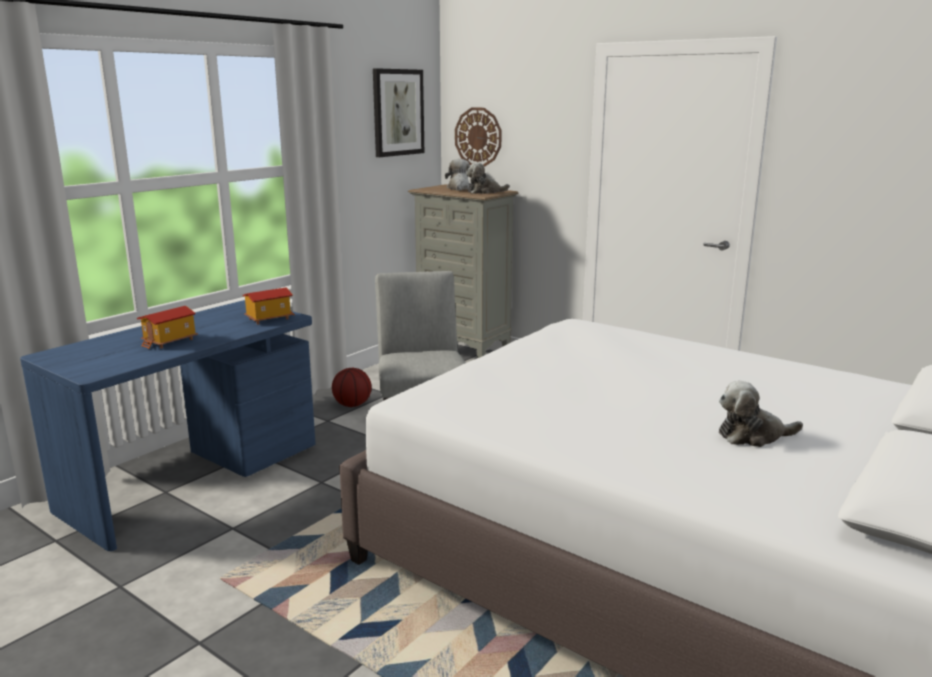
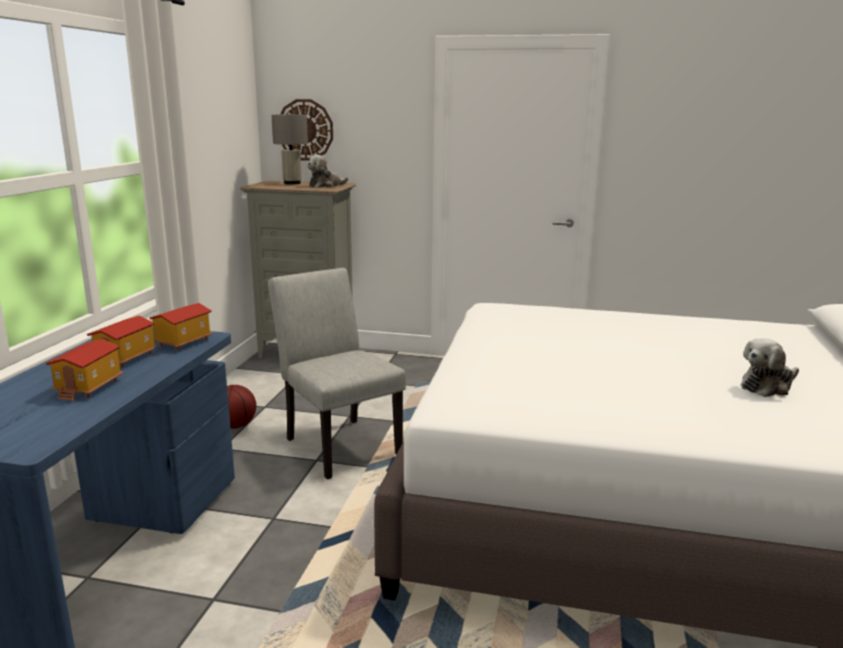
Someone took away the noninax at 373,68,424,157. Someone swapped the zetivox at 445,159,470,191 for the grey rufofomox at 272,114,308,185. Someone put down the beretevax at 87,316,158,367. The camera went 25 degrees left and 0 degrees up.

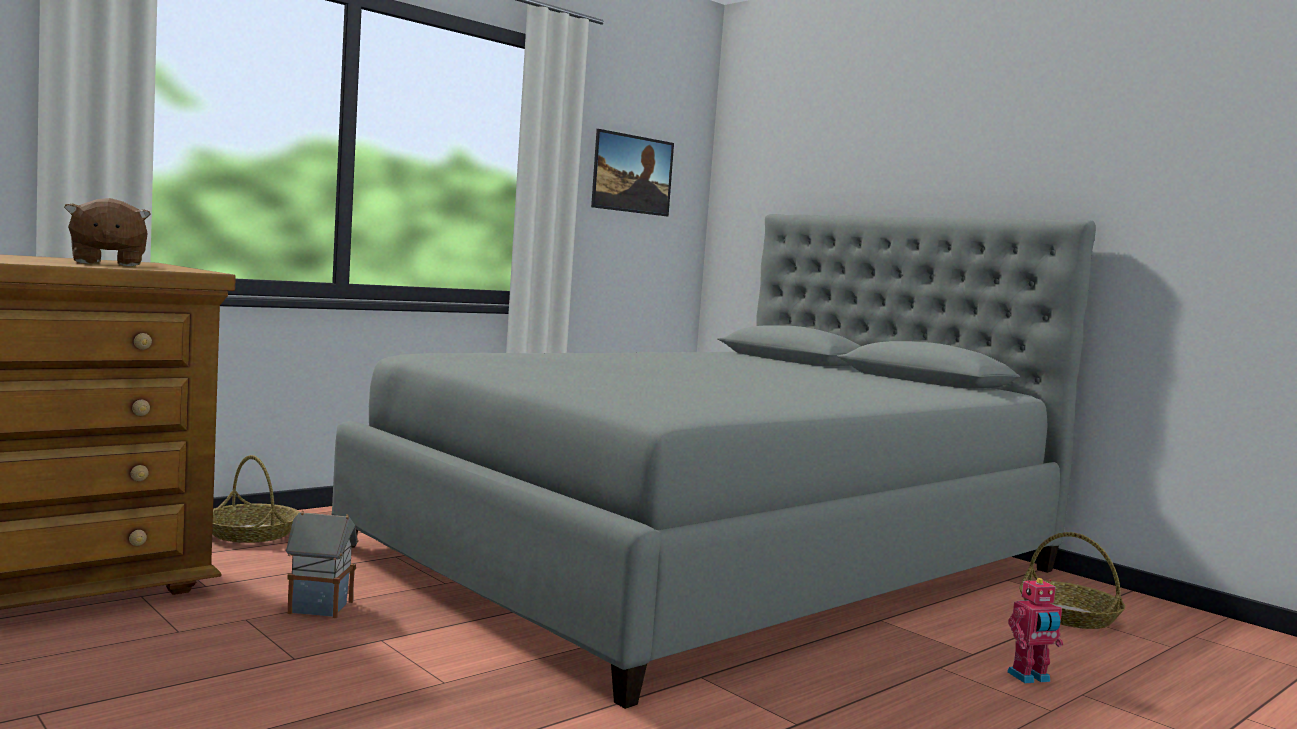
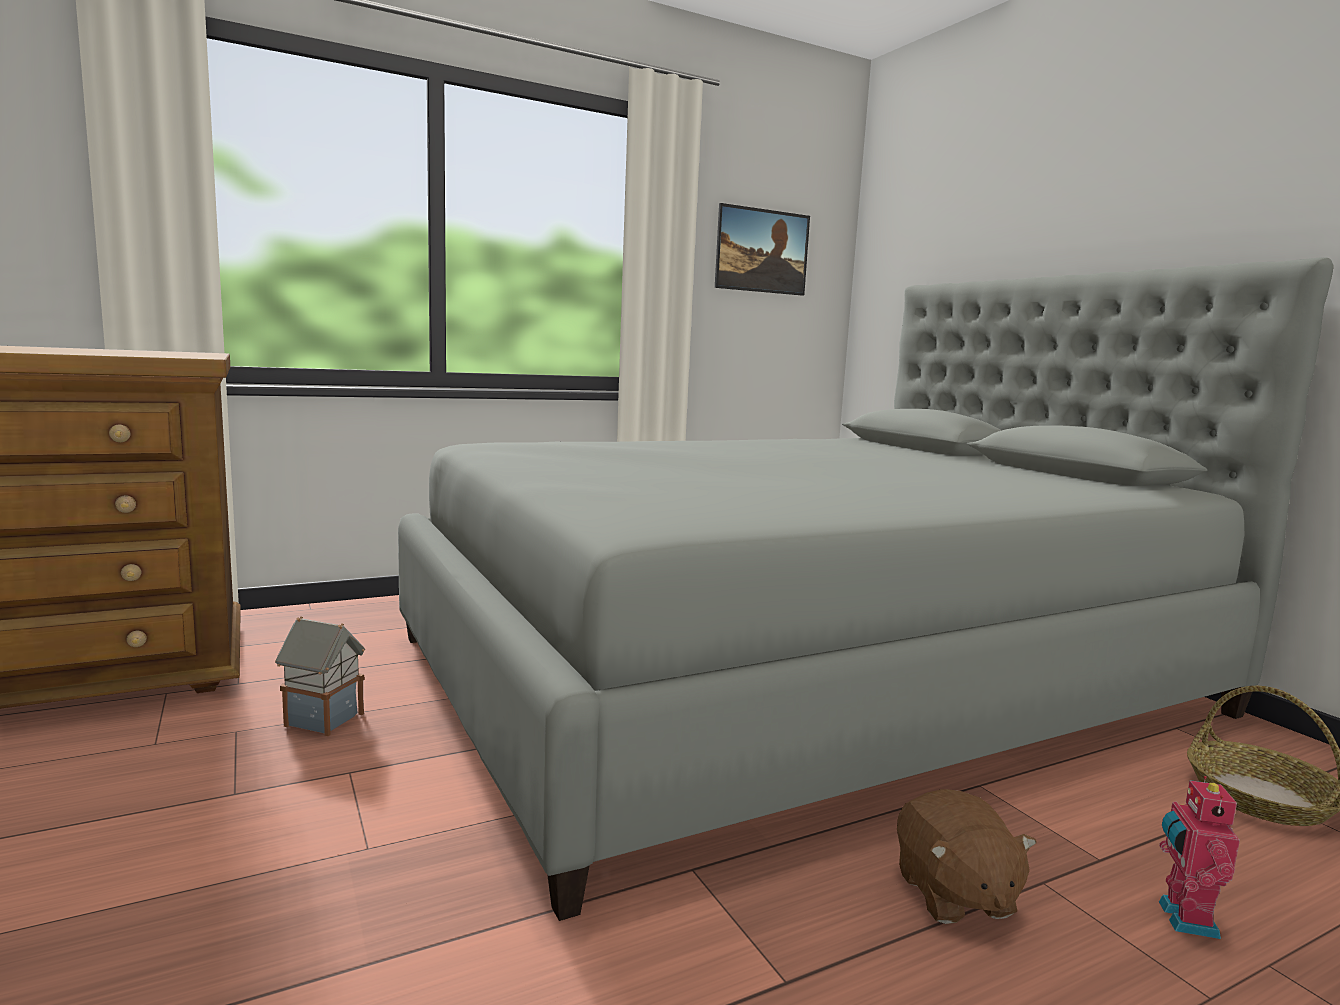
Someone carried the brown zetivox from 64,198,151,266 to 897,789,1037,924. Someone took away the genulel at 212,455,300,543. Someone rotated the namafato at 1007,578,1063,683 by 105 degrees clockwise. The camera went 15 degrees right and 5 degrees up.

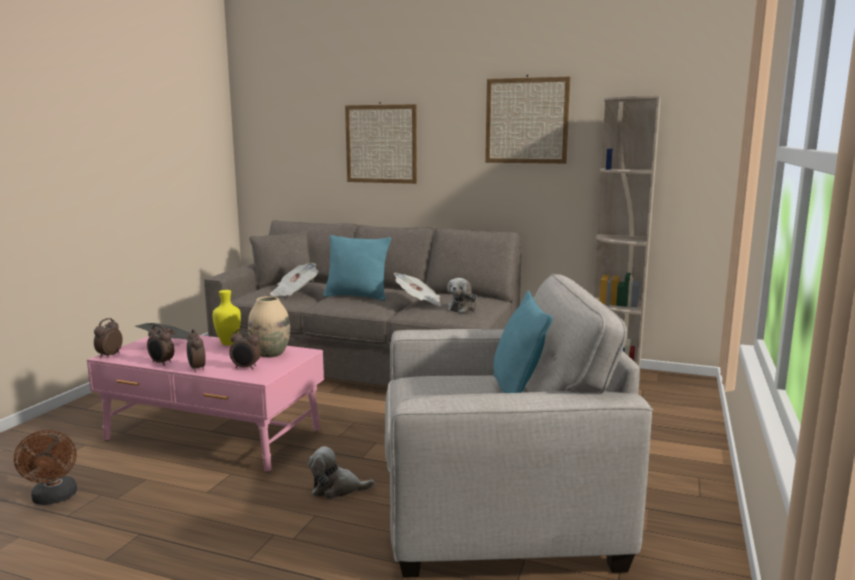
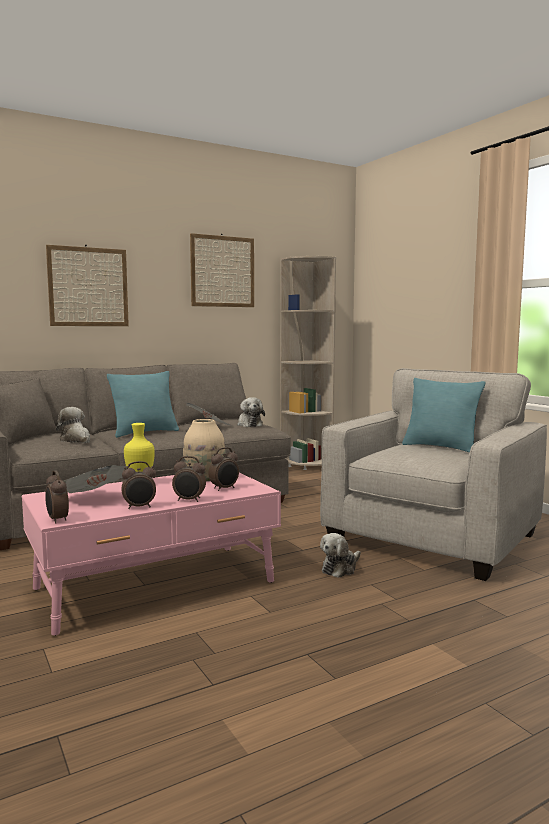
Someone swapped the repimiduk at 270,263,318,296 for the zetivox at 56,407,90,443. Someone took away the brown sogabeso at 14,430,77,505. The camera went 50 degrees left and 5 degrees down.

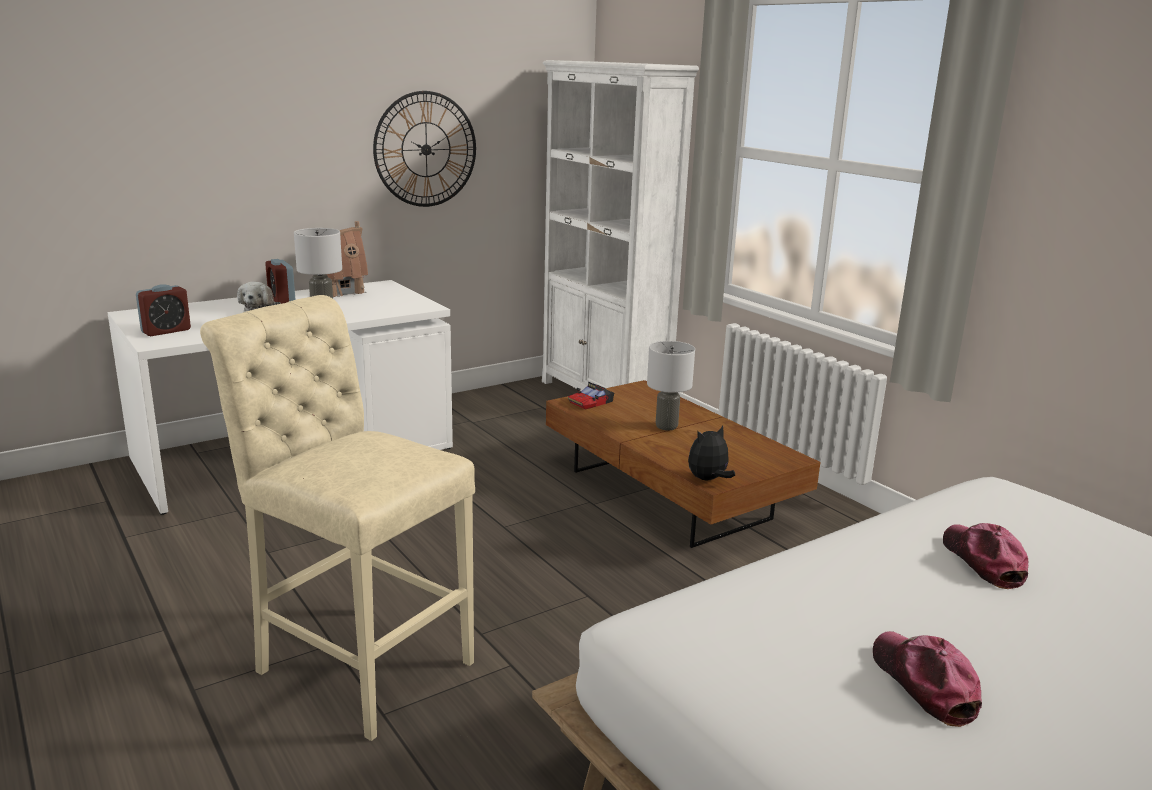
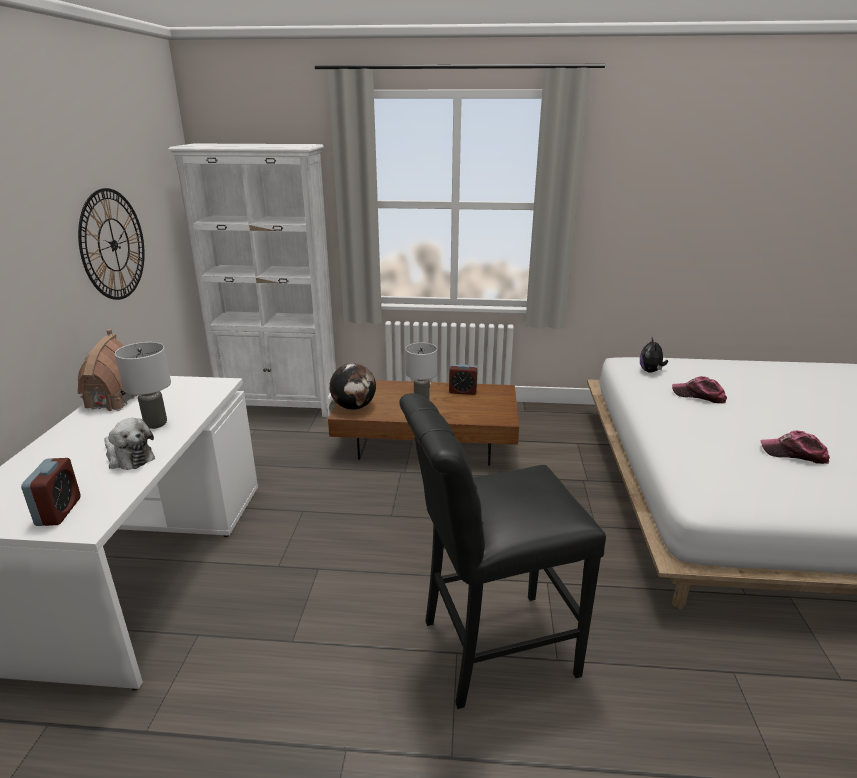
Someone carried the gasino from 265,259,295,304 to 449,364,478,395. Someone repainted the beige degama at 200,295,475,741, which became the black degama at 399,393,606,709. Someone swapped the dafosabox at 568,382,614,410 for the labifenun at 330,363,376,410. Someone carried the zetivox from 688,426,735,480 to 640,338,668,373. The camera went 50 degrees left and 5 degrees up.

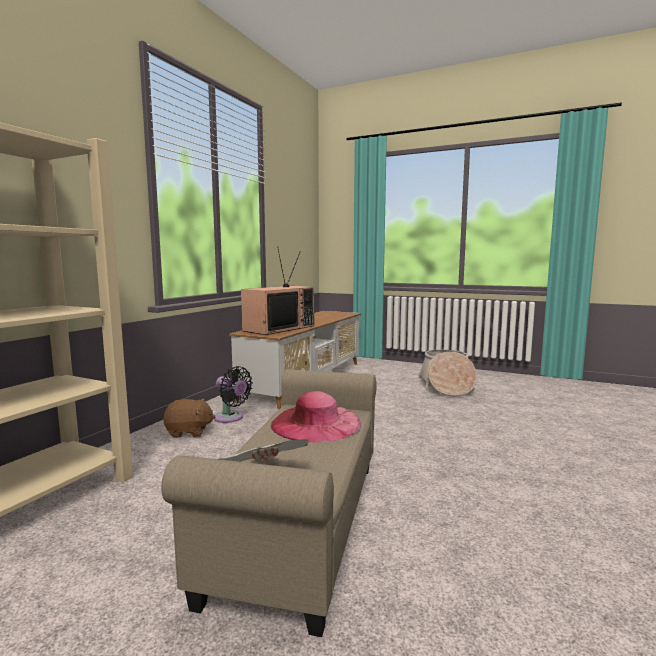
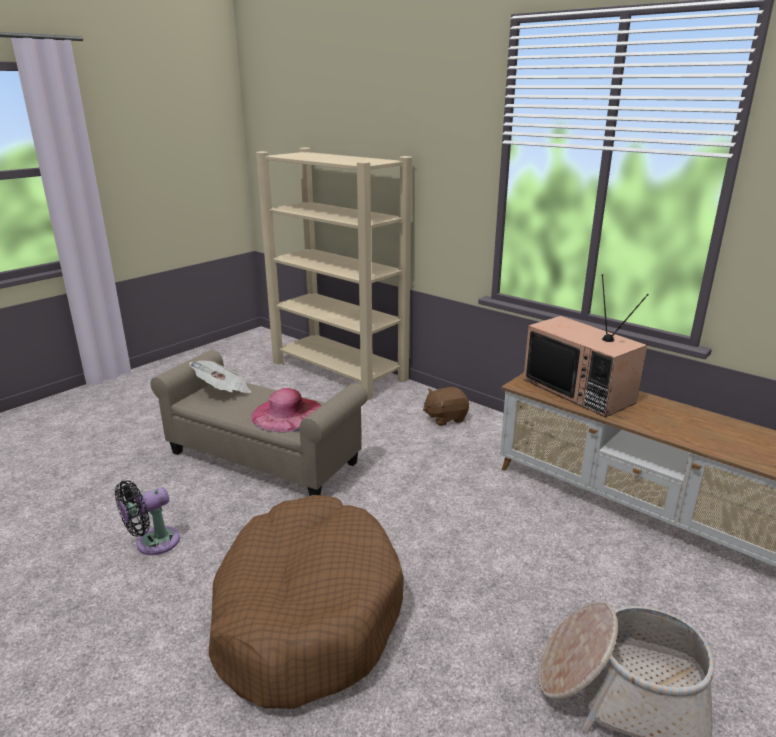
Someone carried the black sogabeso from 214,366,253,423 to 115,480,180,555. Someone rotated the brown zetivox at 163,399,216,438 by 60 degrees clockwise. Someone put down the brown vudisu at 208,495,404,709. The camera went 105 degrees right and 15 degrees up.

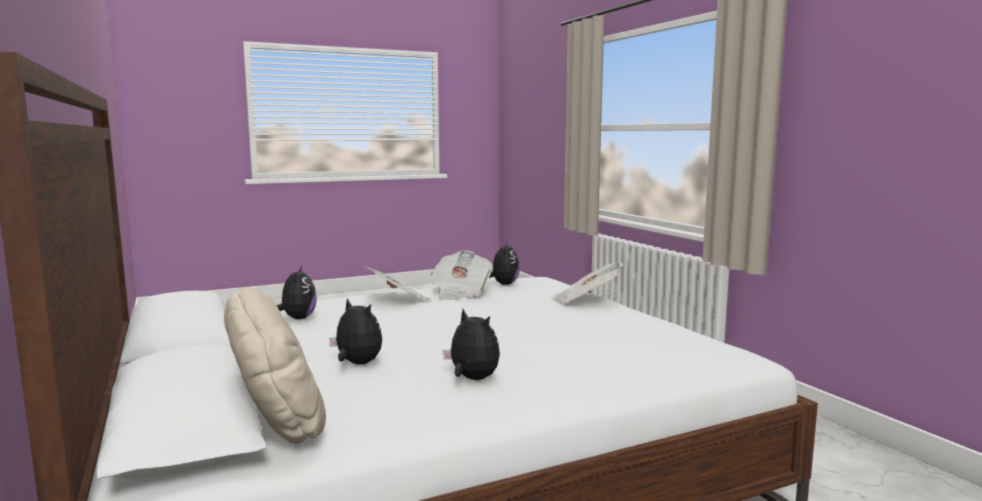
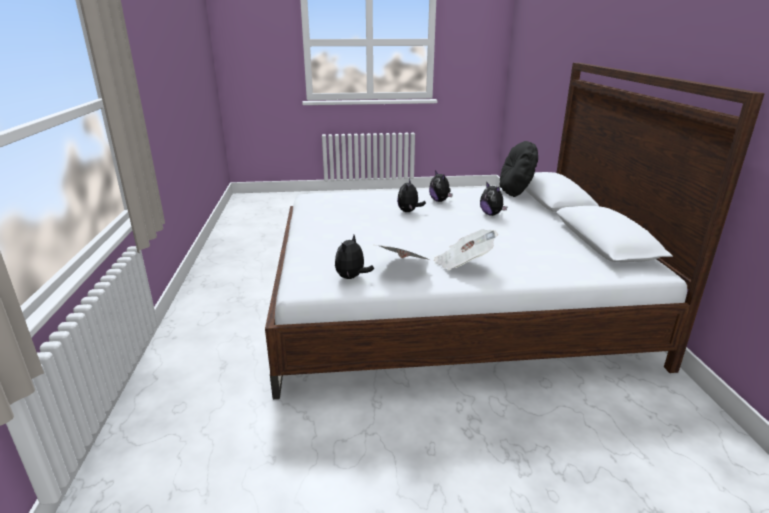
Someone took away the repimiduk at 551,263,623,304. Someone carried the zetivox from 276,266,317,319 to 397,178,426,212. Someone repainted the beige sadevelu at 224,287,326,444, which became the black sadevelu at 500,141,538,197. The camera went 160 degrees left and 15 degrees up.

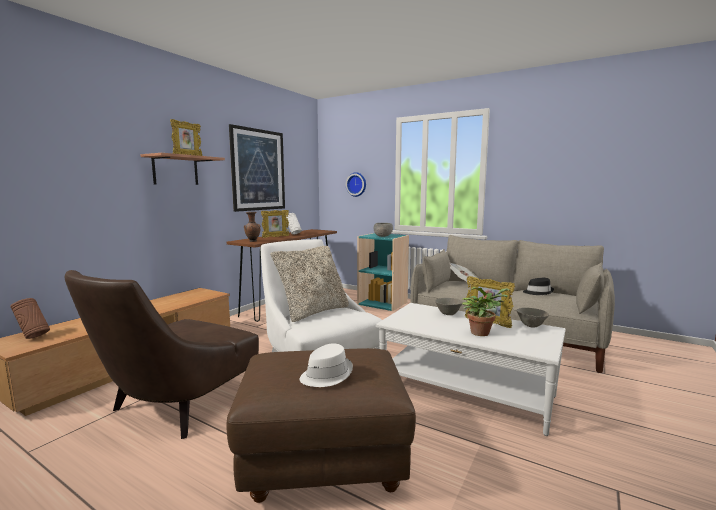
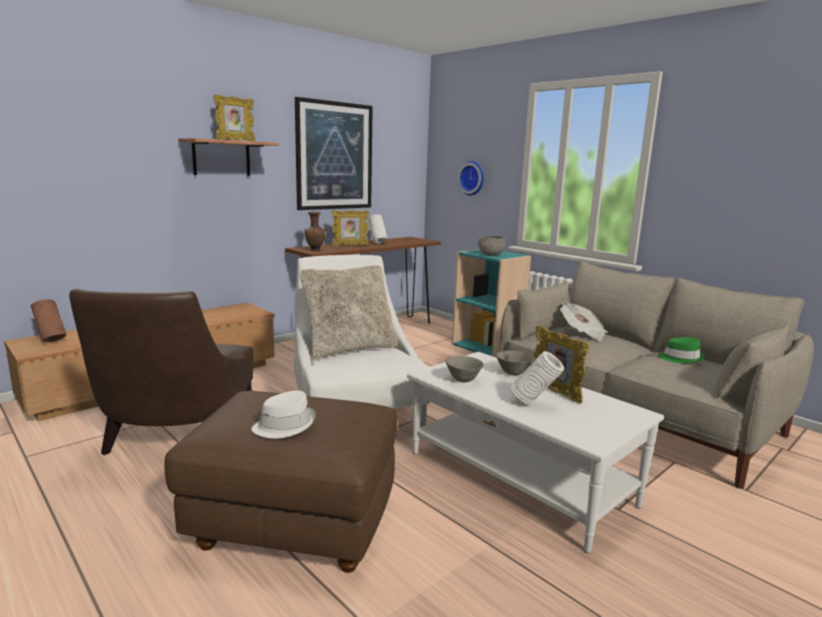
Someone rotated the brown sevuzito at 64,270,259,439 by 45 degrees counterclockwise. Someone repainted the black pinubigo at 523,278,554,295, which became the green pinubigo at 658,337,705,363. Someone swapped the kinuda at 462,287,510,336 for the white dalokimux at 510,351,564,405. Someone carried the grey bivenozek from 516,308,549,328 to 445,356,484,382. The camera went 15 degrees right and 5 degrees up.

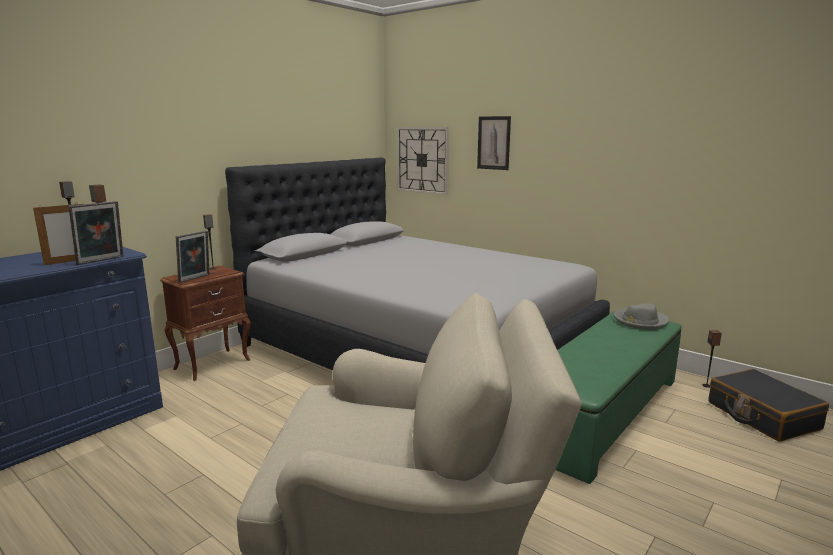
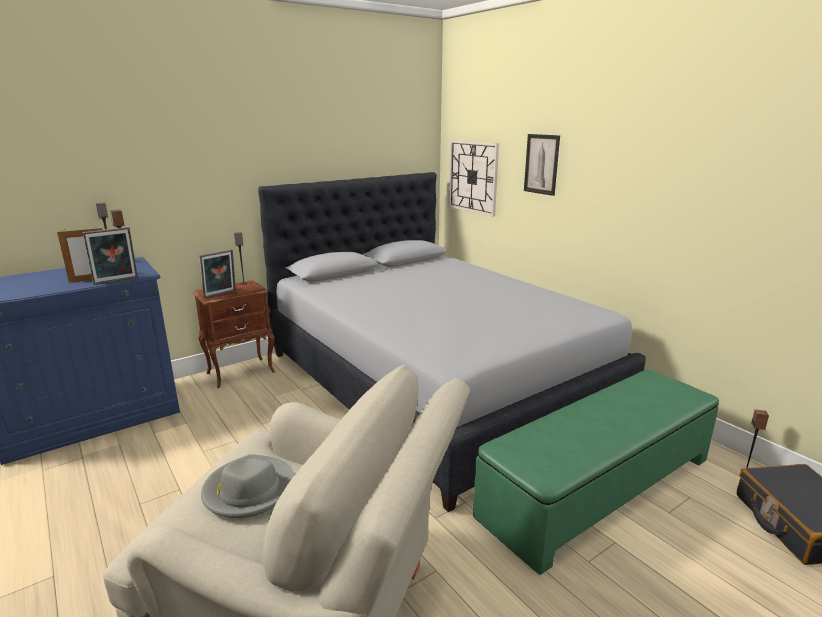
Someone carried the grey pinubigo from 613,303,669,330 to 201,454,294,518. The camera went 15 degrees right and 5 degrees up.

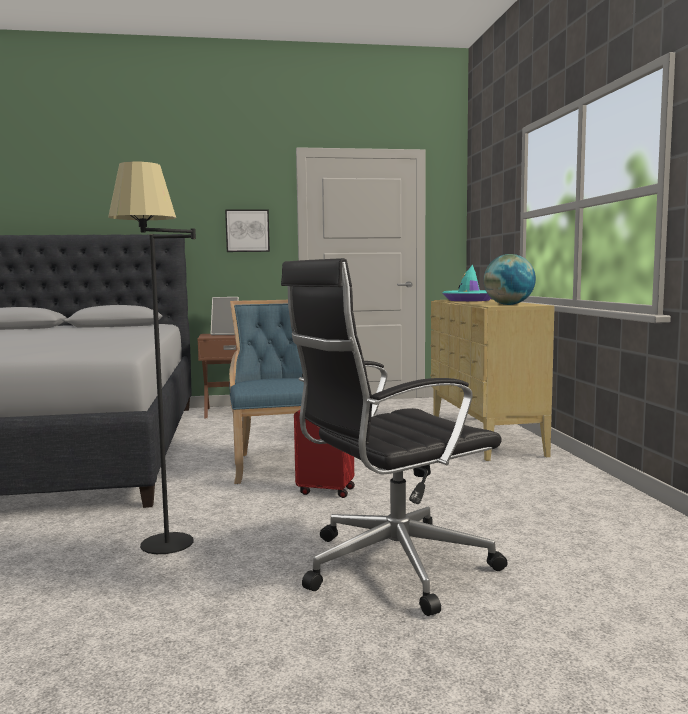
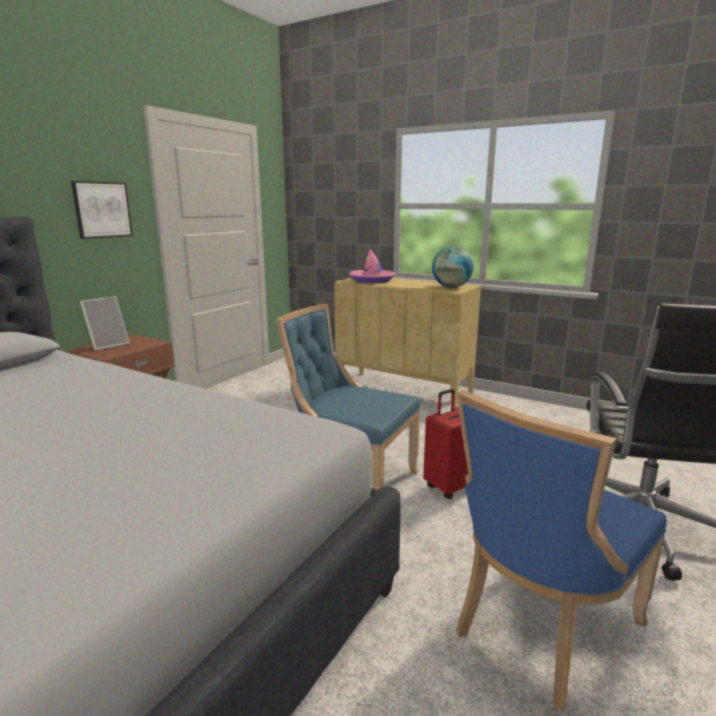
Someone swapped the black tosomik at 108,162,196,554 for the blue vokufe at 456,390,667,710. Someone repainted the turquoise pinubigo at 442,265,491,301, which became the pink pinubigo at 349,249,396,283. The camera went 50 degrees left and 10 degrees up.

